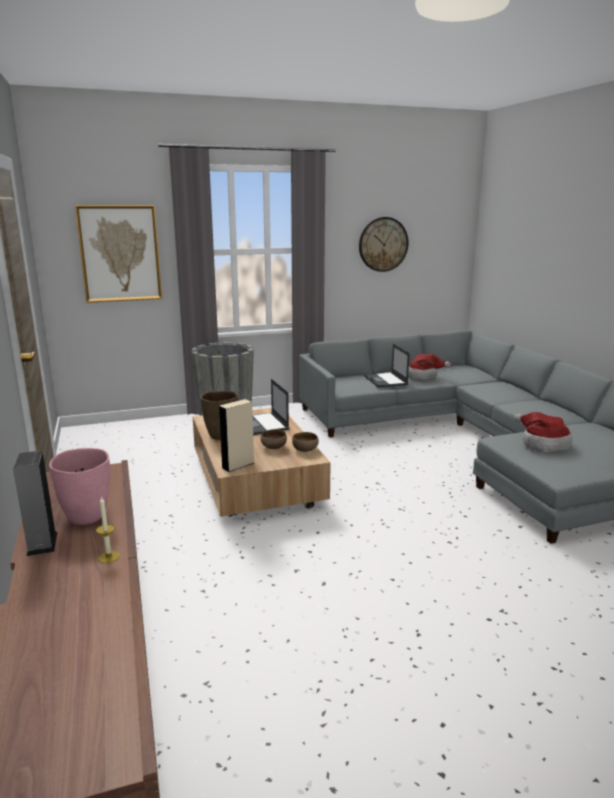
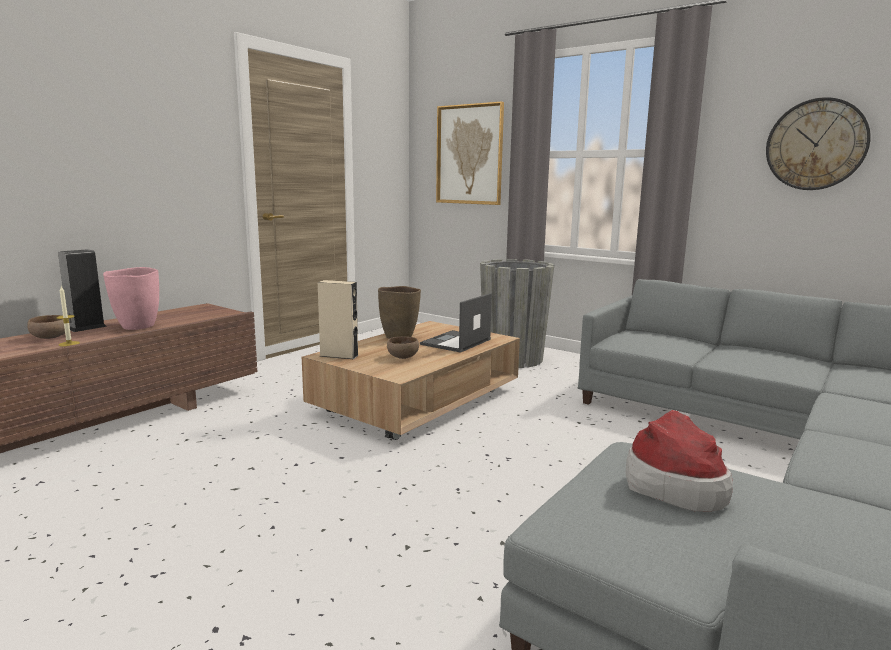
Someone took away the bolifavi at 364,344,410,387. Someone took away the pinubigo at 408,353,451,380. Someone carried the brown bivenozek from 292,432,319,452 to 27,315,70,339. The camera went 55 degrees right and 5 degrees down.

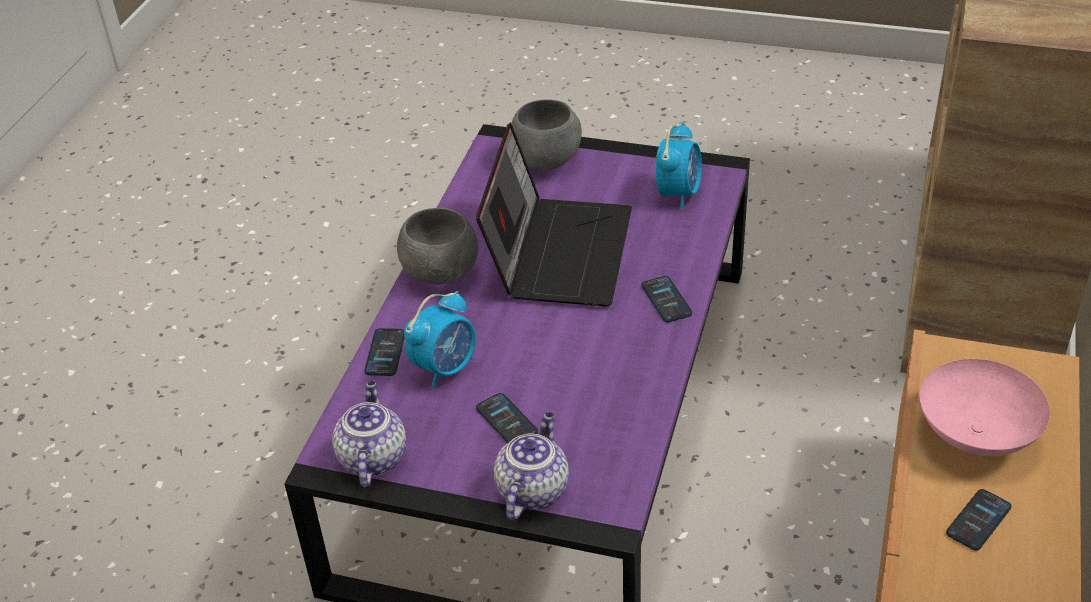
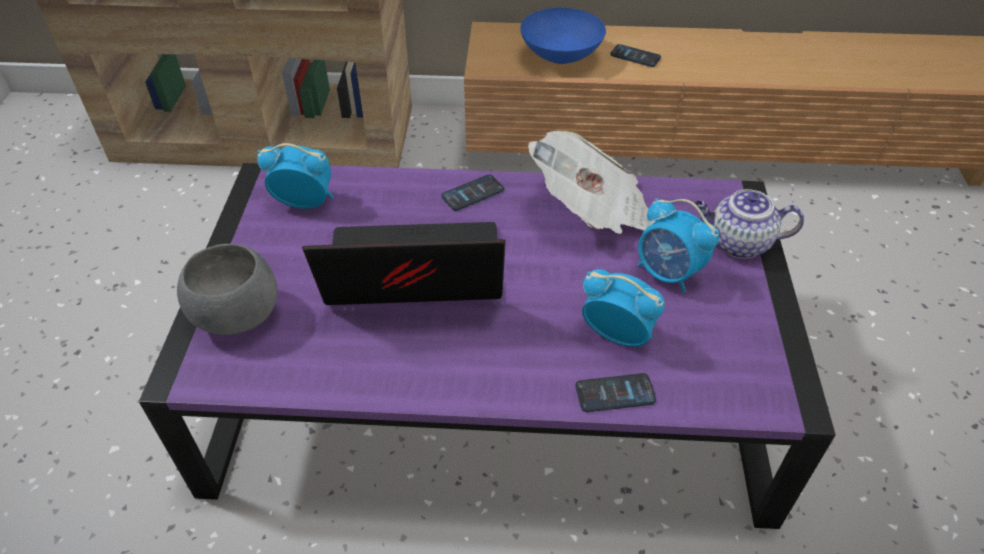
Someone took away the grey bivenozek at 397,208,478,284. Someone repainted the pink bivenozek at 919,359,1050,456, which became the blue bivenozek at 520,8,606,64. Someone took away the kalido at 332,381,406,487. Someone swapped the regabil at 476,393,538,443 for the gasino at 637,198,719,293. Someone put down the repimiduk at 528,131,655,234. The camera went 105 degrees left and 5 degrees up.

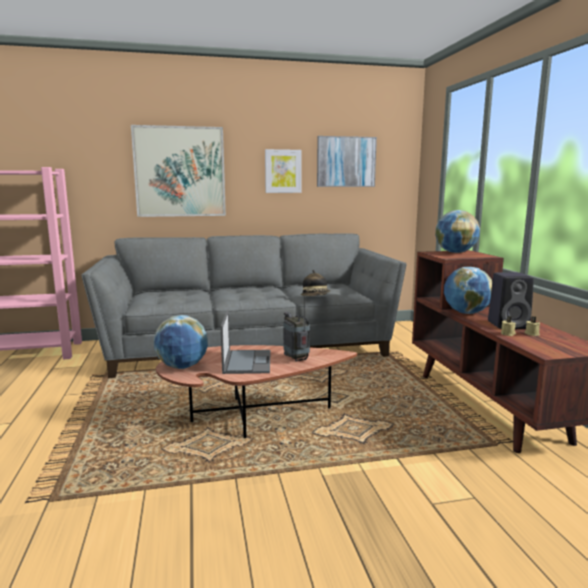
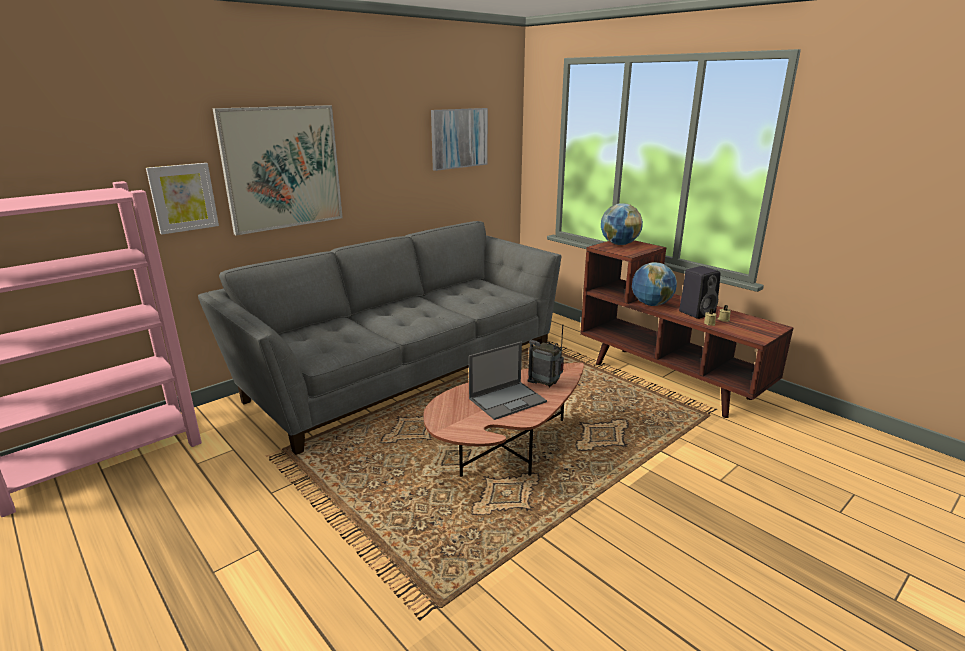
Someone carried the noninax from 265,149,302,193 to 146,163,219,235. Someone took away the pinubigo at 301,270,330,296. Someone rotated the bolifavi at 221,310,271,374 by 90 degrees clockwise. Someone took away the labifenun at 154,315,208,369. The camera went 30 degrees left and 10 degrees up.

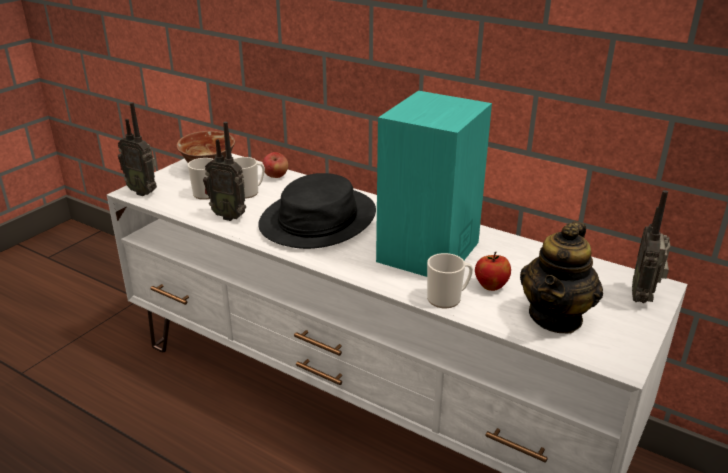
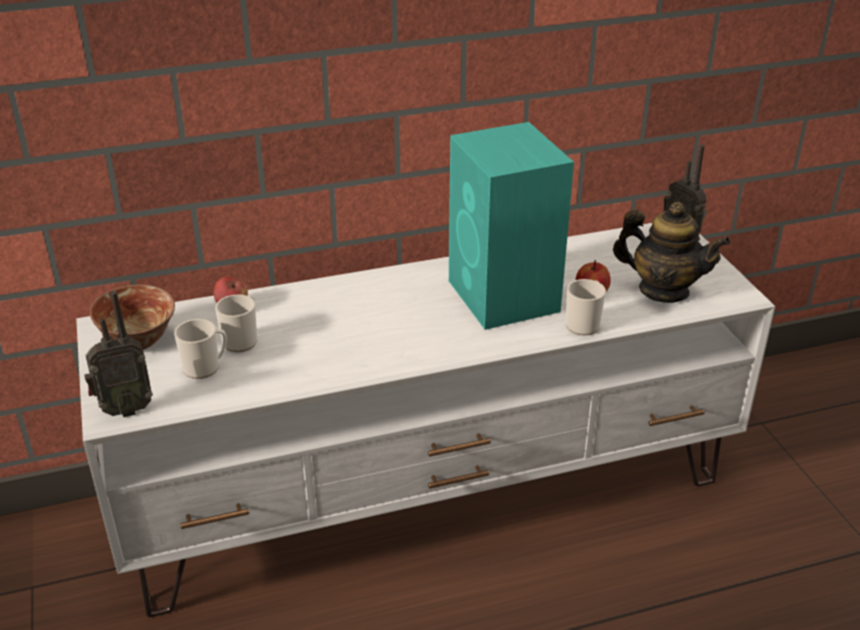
Someone took away the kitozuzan at 203,122,246,221. Someone took away the black pinubigo at 258,173,376,249. Someone rotated the kalido at 520,221,603,334 by 45 degrees counterclockwise. The camera went 50 degrees left and 5 degrees up.

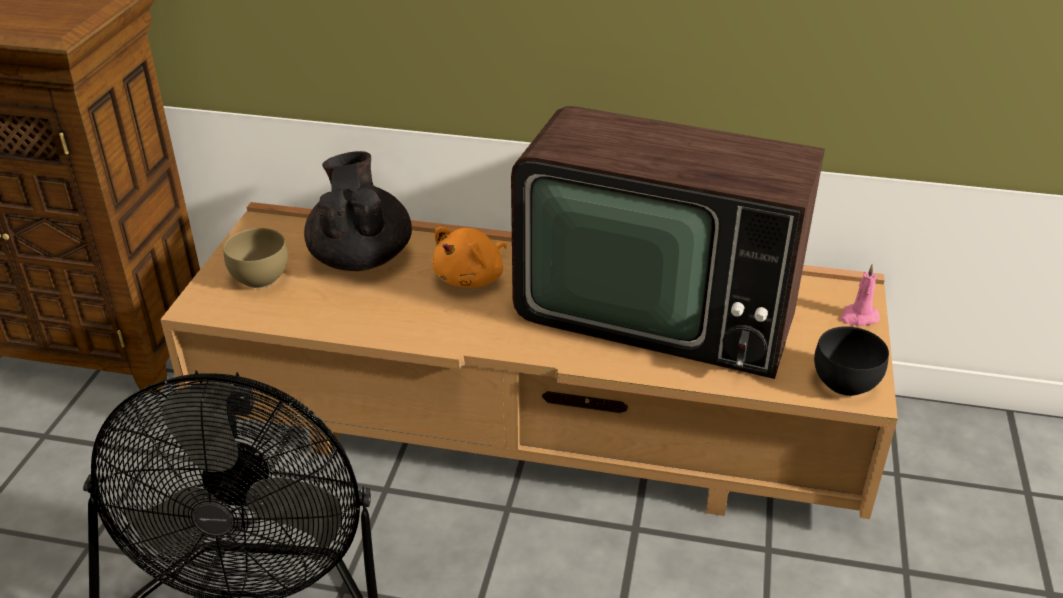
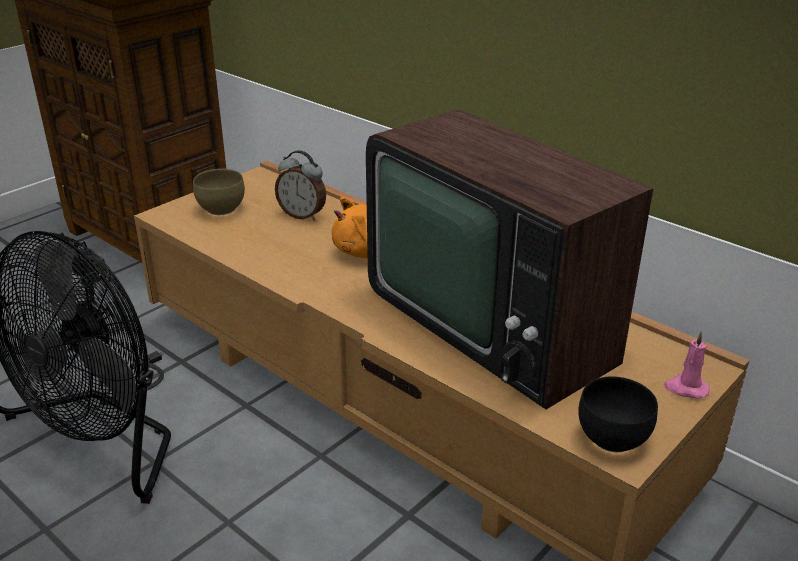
Someone swapped the black kalido at 304,151,412,271 for the gasino at 275,150,326,221. The camera went 30 degrees right and 5 degrees down.

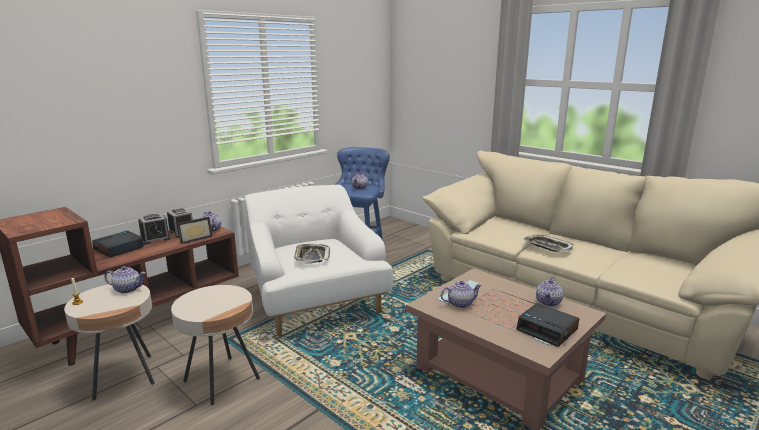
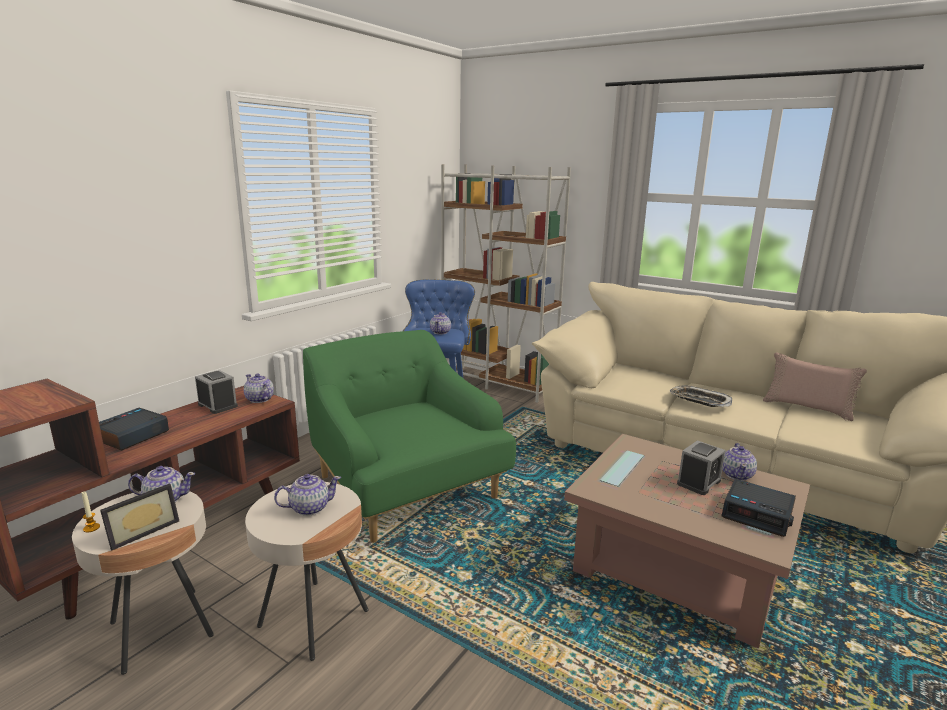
Someone repainted the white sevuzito at 245,185,393,336, which became the green sevuzito at 303,330,516,543. Someone carried the gasino from 138,214,171,245 to 677,440,726,495. Someone carried the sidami from 177,217,213,244 to 100,483,179,550. Someone took away the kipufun at 294,244,330,264. Someone carried the kalido from 441,281,482,308 to 274,474,341,516. Someone put down the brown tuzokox at 441,165,571,403. Someone put down the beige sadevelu at 763,352,867,421. The camera went 10 degrees left and 0 degrees up.

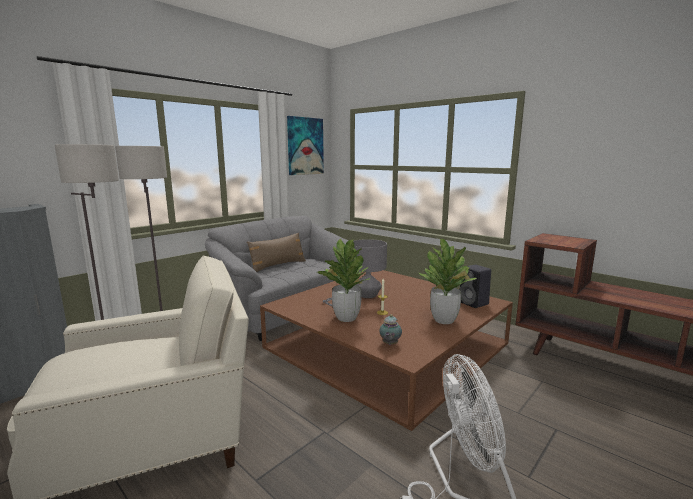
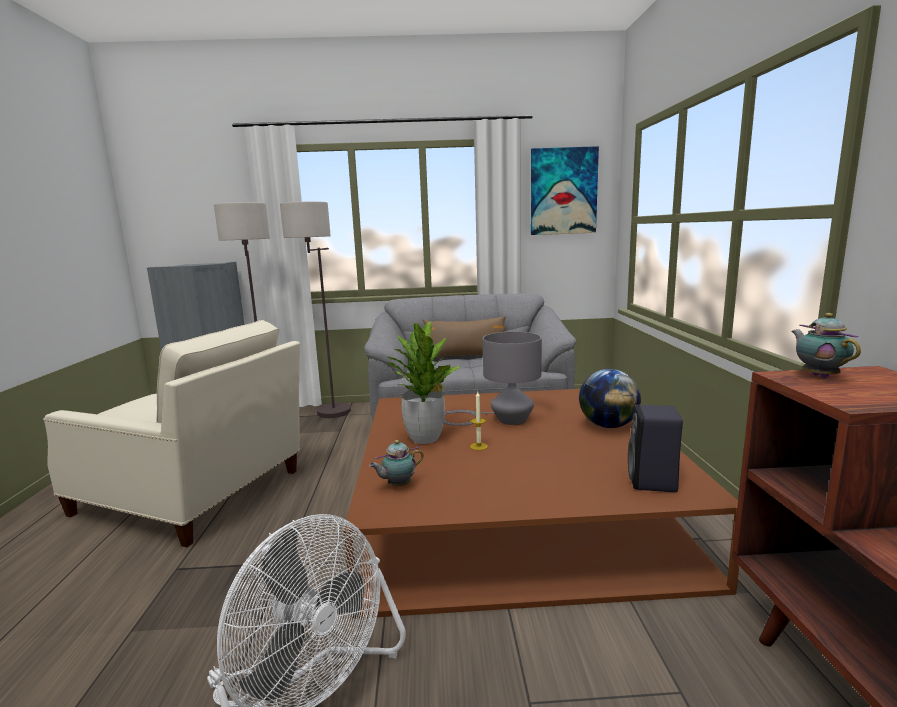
Someone took away the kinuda at 418,239,477,324. Someone put down the kalido at 791,313,861,379. Someone put down the labifenun at 579,369,641,428. The camera went 45 degrees right and 0 degrees up.

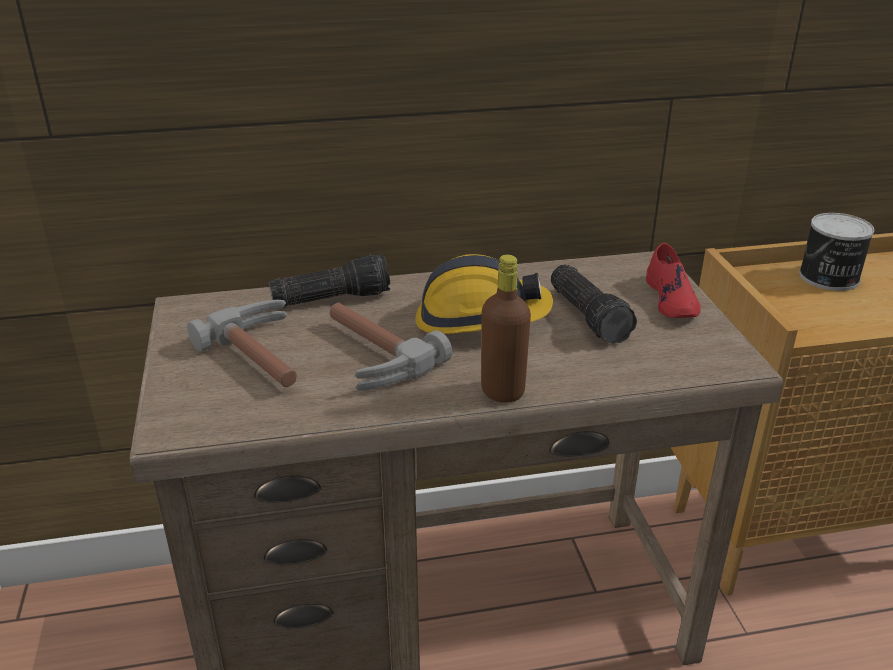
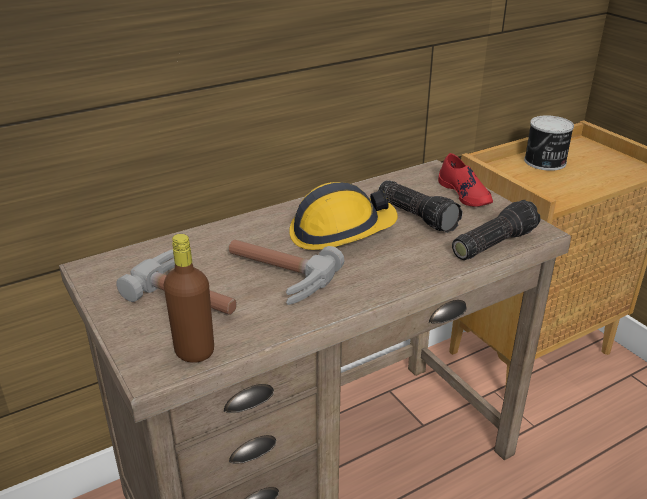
Someone carried the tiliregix from 269,254,390,308 to 452,200,540,260. Someone carried the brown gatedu from 481,255,531,403 to 164,234,214,363. The camera went 20 degrees left and 0 degrees up.

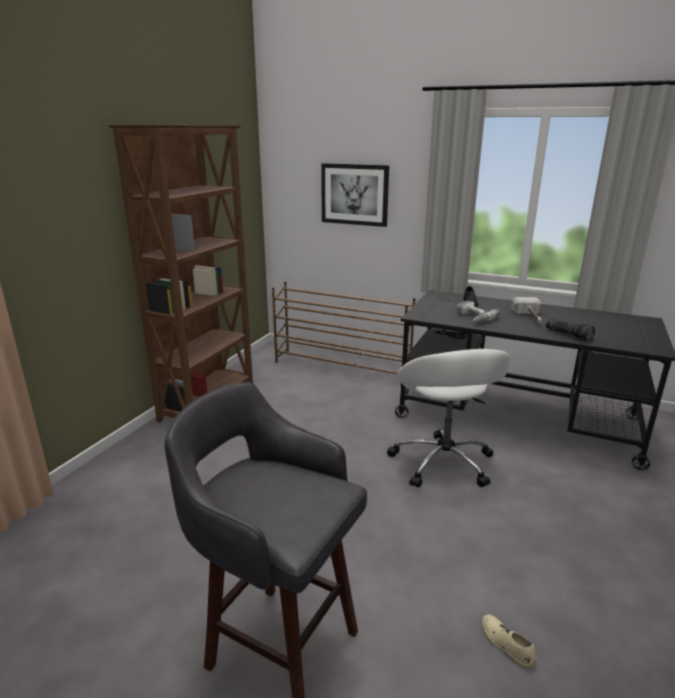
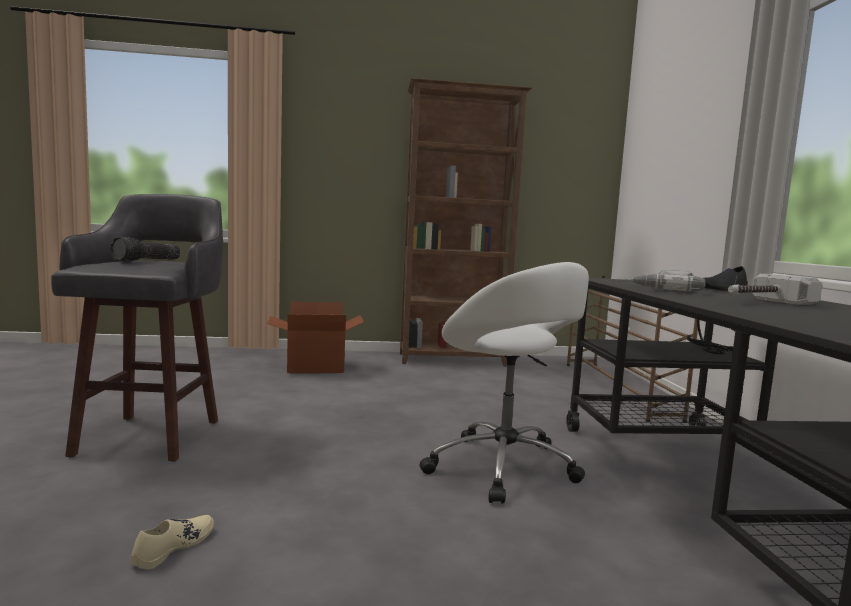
Someone took away the noninax at 321,163,389,227. Someone carried the tiliregix from 546,319,595,341 to 110,237,180,261. Someone rotated the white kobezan at 387,349,510,487 by 90 degrees counterclockwise. Someone put down the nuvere at 267,302,364,373. The camera went 60 degrees right and 15 degrees down.

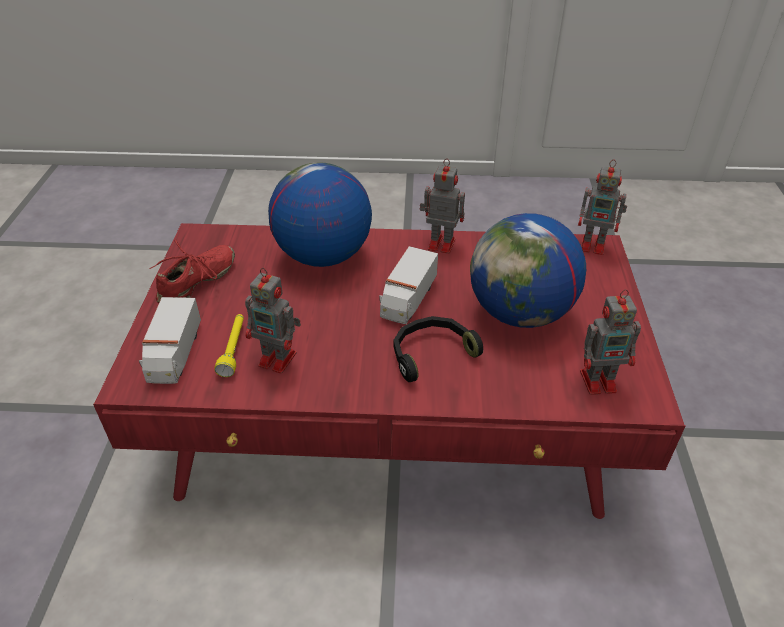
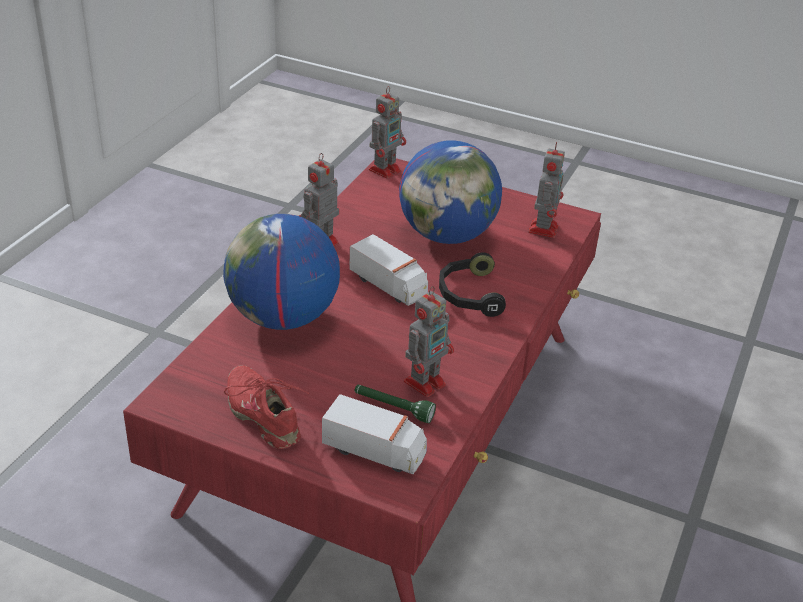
Someone repainted the yellow tiliregix at 215,314,244,377, which became the green tiliregix at 355,385,436,423. The camera went 70 degrees left and 5 degrees down.

